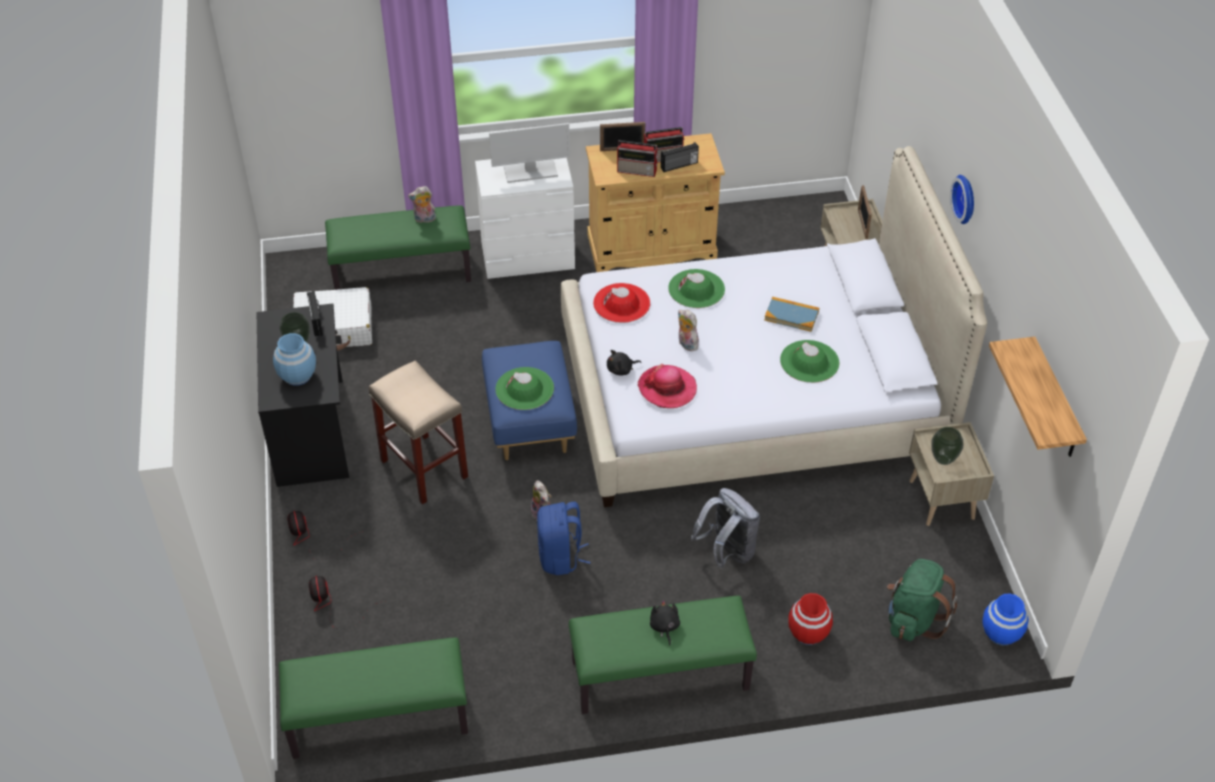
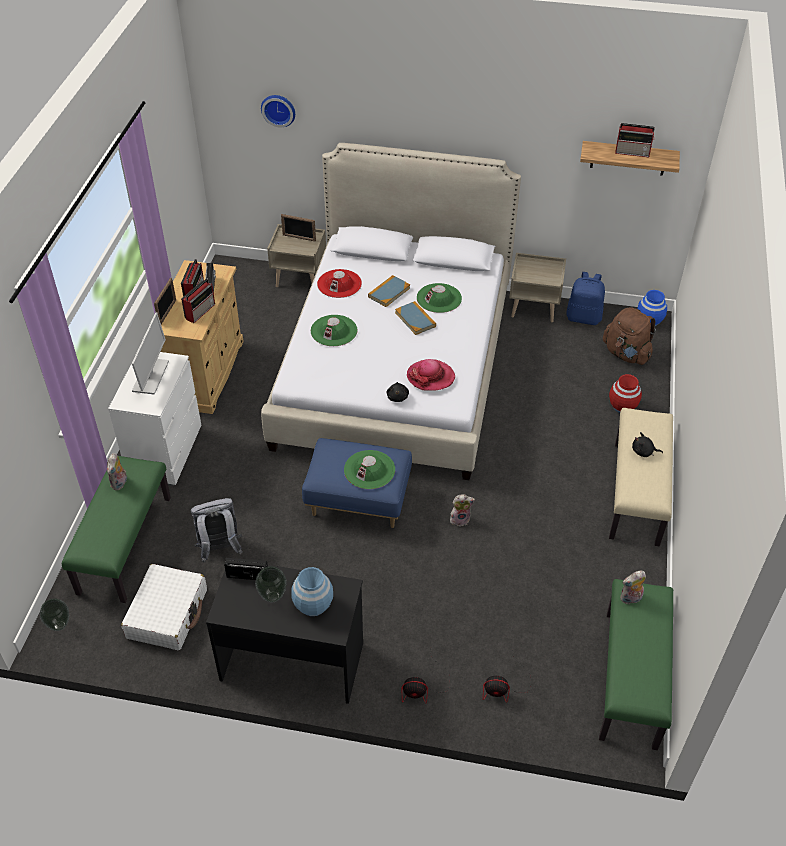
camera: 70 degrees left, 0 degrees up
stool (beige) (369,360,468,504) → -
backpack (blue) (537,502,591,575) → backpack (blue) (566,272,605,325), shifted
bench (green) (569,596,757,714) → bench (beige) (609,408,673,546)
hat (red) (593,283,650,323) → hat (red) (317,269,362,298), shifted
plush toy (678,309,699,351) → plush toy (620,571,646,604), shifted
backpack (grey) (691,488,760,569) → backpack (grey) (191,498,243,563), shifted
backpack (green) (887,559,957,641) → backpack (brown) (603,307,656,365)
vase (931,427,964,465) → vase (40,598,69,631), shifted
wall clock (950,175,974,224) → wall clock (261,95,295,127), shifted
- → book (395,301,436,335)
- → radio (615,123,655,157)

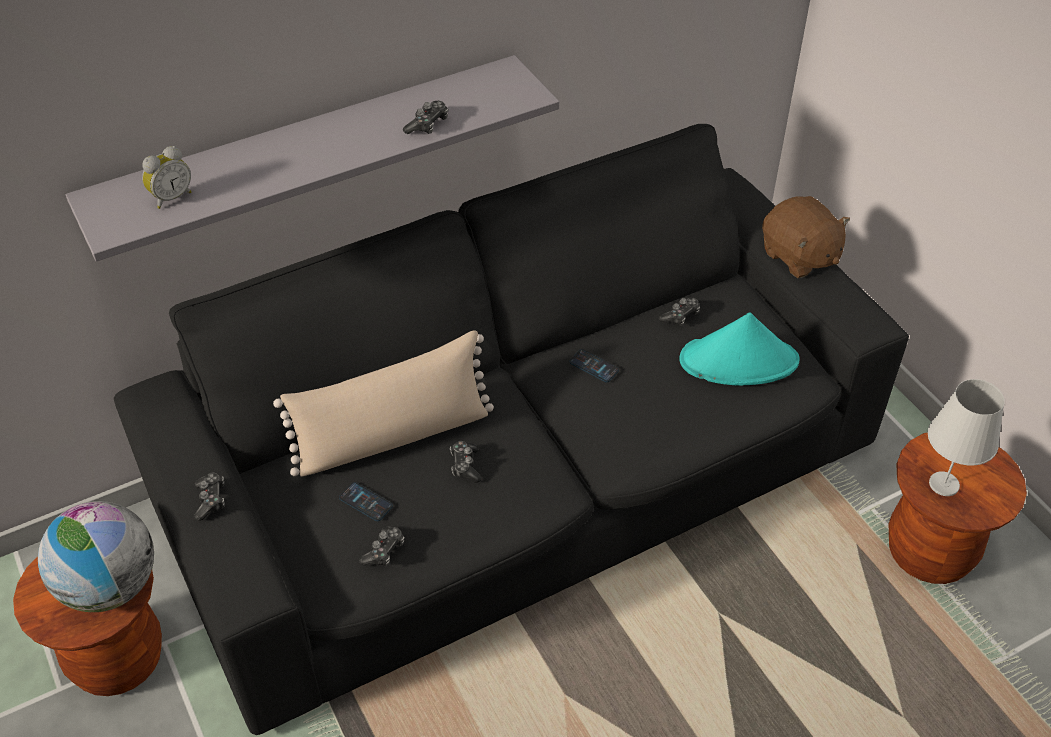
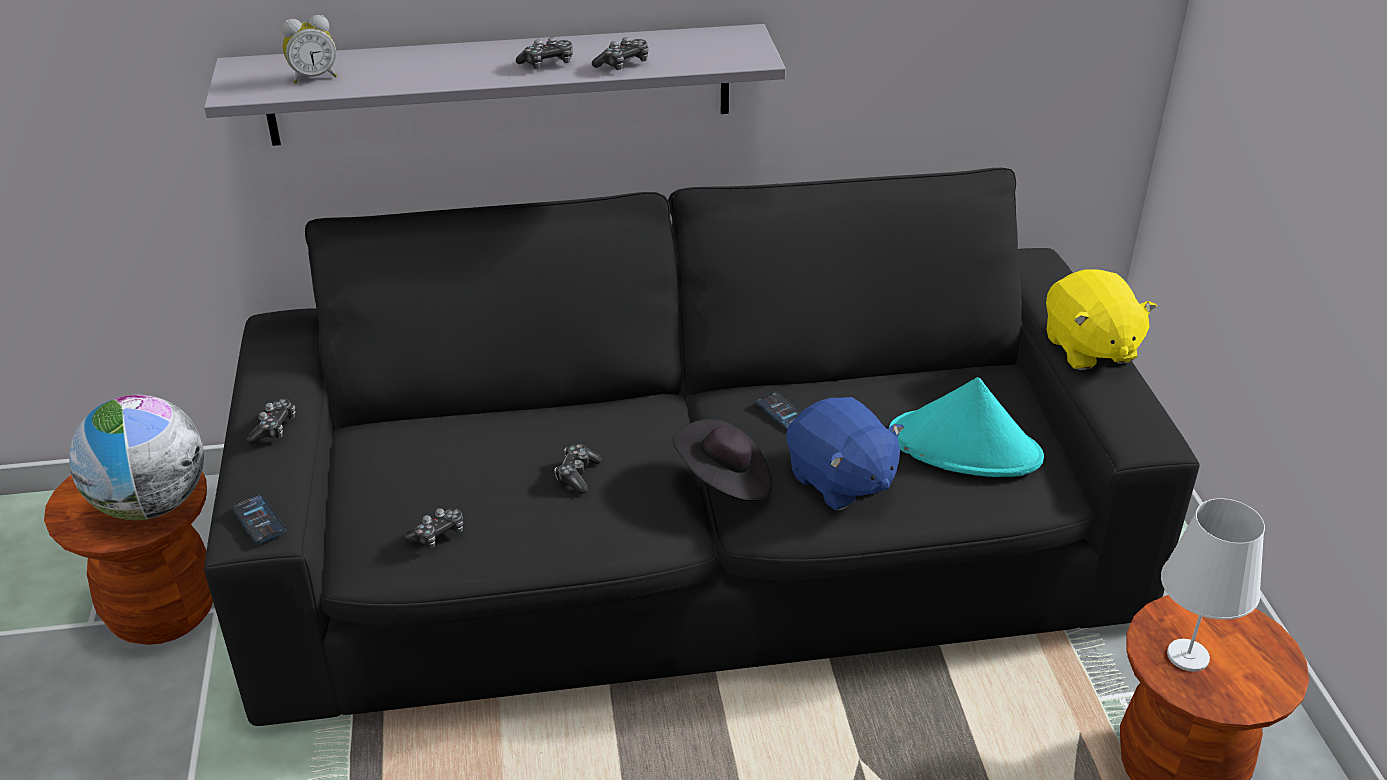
camera: 20 degrees right, 10 degrees down
pillow (beige) (273,330,494,477) → -
phone (339,482,393,521) → phone (232,494,286,544), shifted
game controller (659,297,700,326) → game controller (516,37,573,69), shifted
plush toy (brown) (762,196,850,278) → plush toy (yellow) (1046,270,1157,370)
- → hat (black) (673,419,772,501)
- → plush toy (blue) (786,397,904,510)

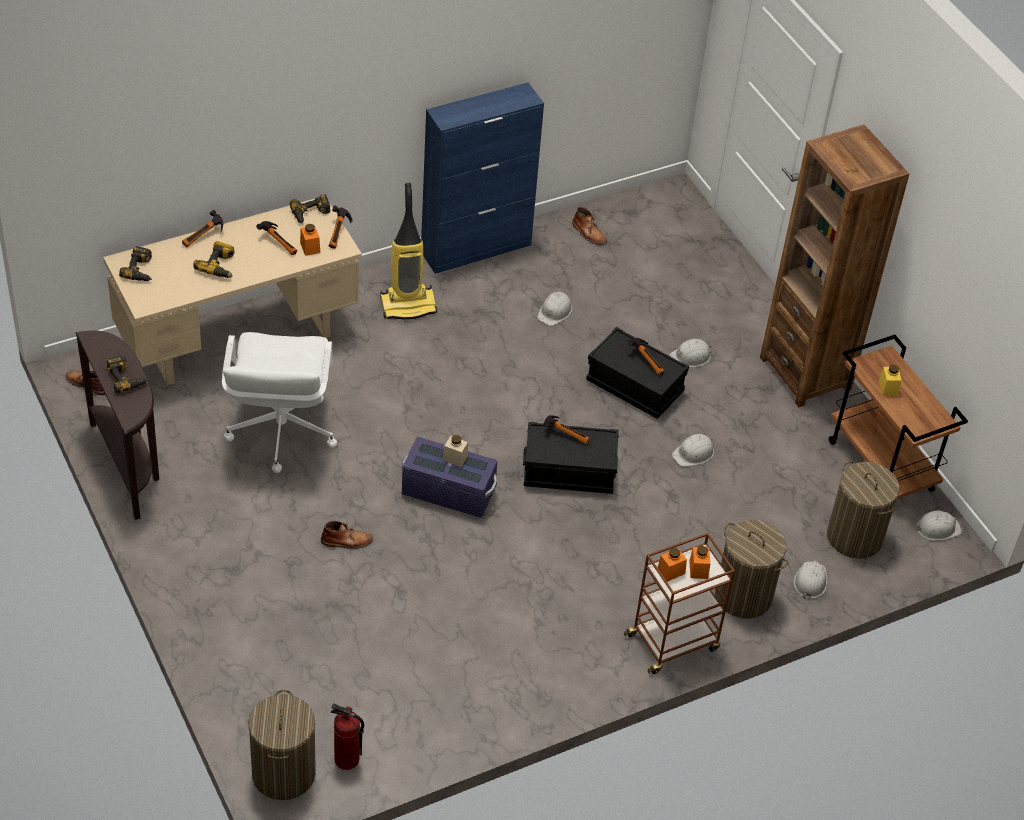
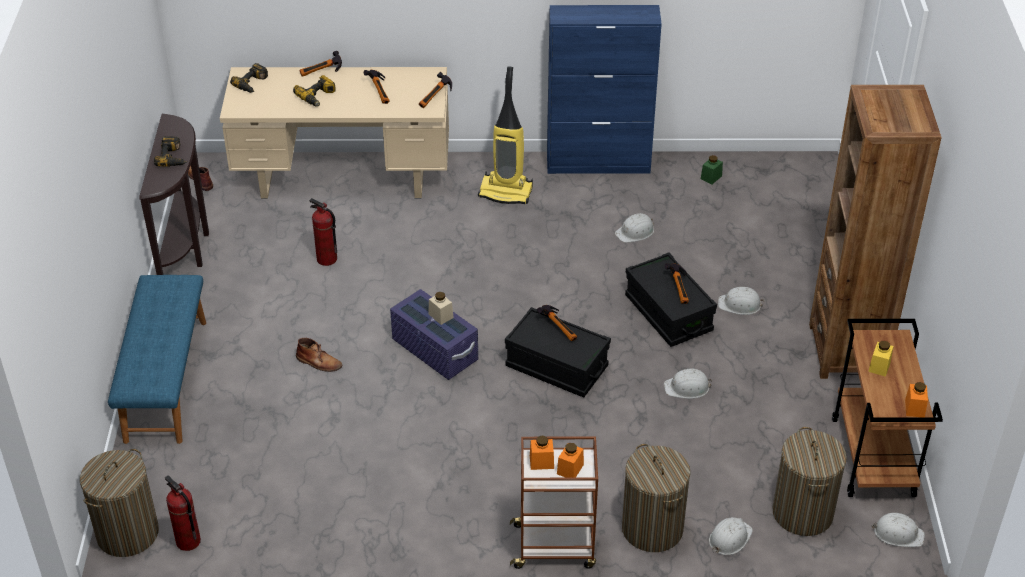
camera: 30 degrees right, 5 degrees down
office chair (white) (222,332,337,473) → fire extinguisher (310,198,337,266)
power drill (290,194,330,224) → -
jar (orange) (300,224,320,256) → jar (orange) (905,382,928,417), shifted
boot (brown) (572,207,607,245) → jar (green) (701,155,723,184)
- → bench (blue) (108,275,206,444)

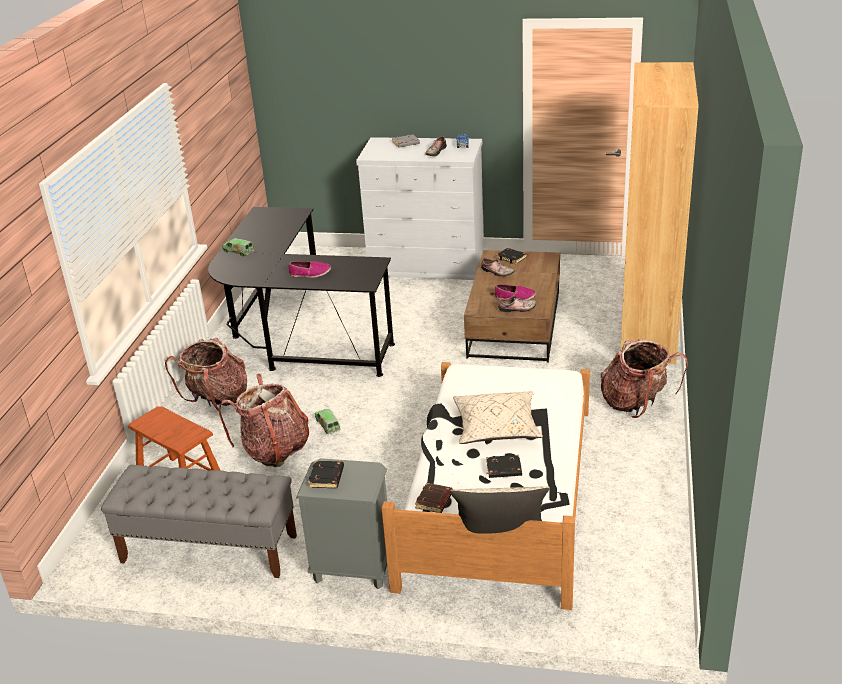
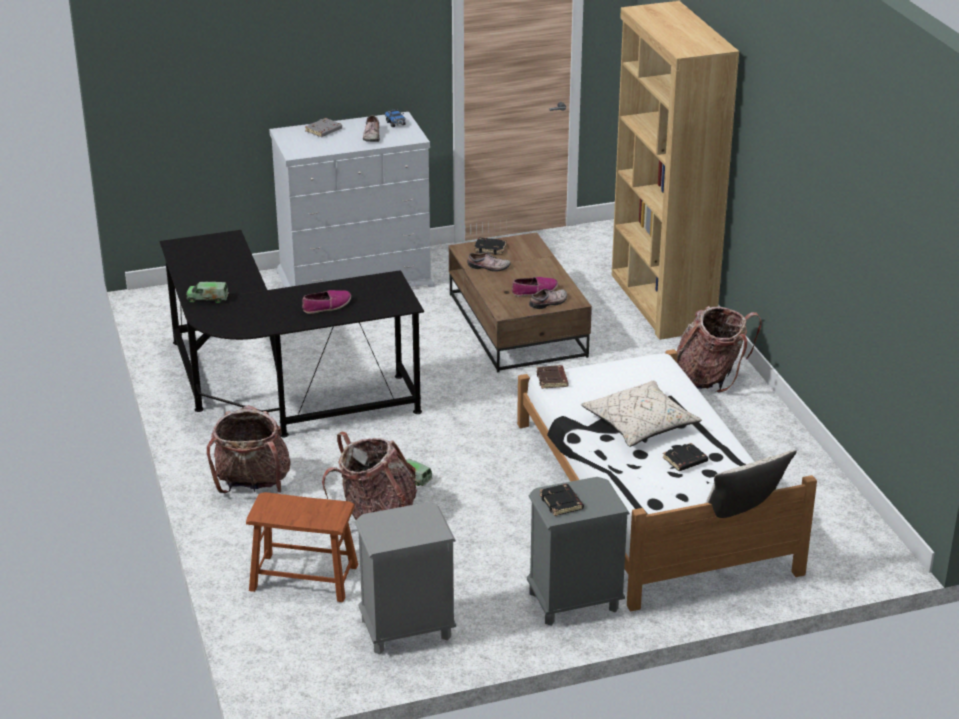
camera: 30 degrees left, 0 degrees up
bench (grey) (101,465,297,578) → nightstand (grey) (355,502,456,654)
book (brown) (415,483,453,513) → book (brown) (536,365,568,389), shifted

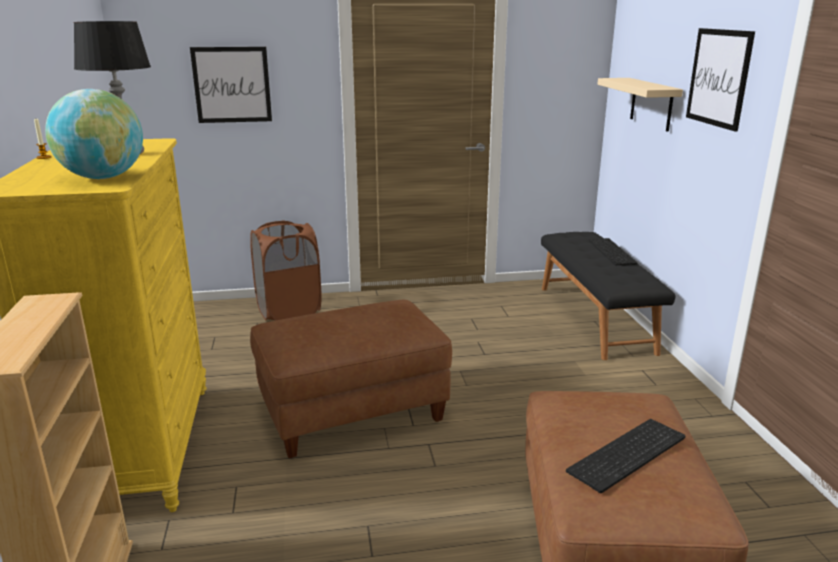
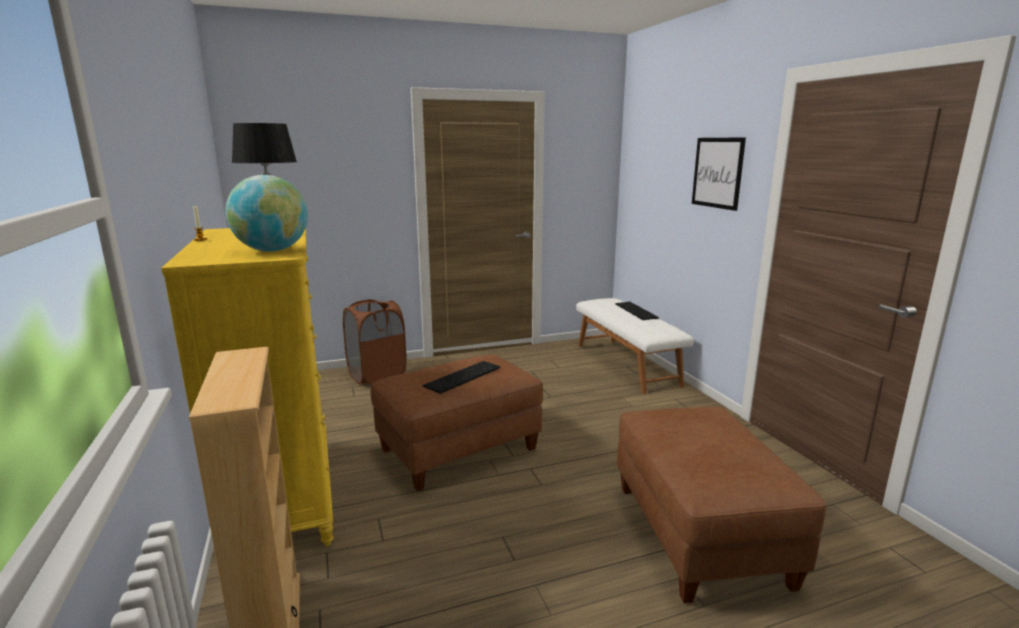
camera: 10 degrees left, 5 degrees down
picture (190,47,272,123) → -
bench (black) (541,232,675,360) → bench (white) (576,298,694,394)
keyboard (566,419,685,493) → keyboard (423,361,500,394), shifted
shelf (beige) (597,78,683,132) → -

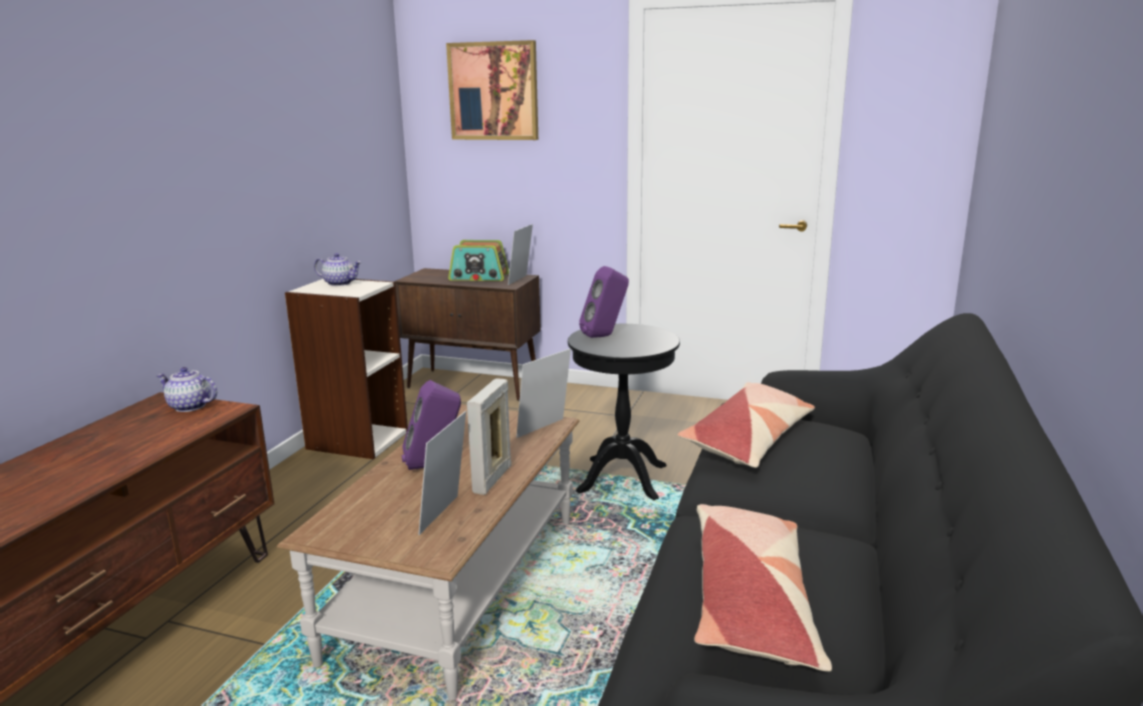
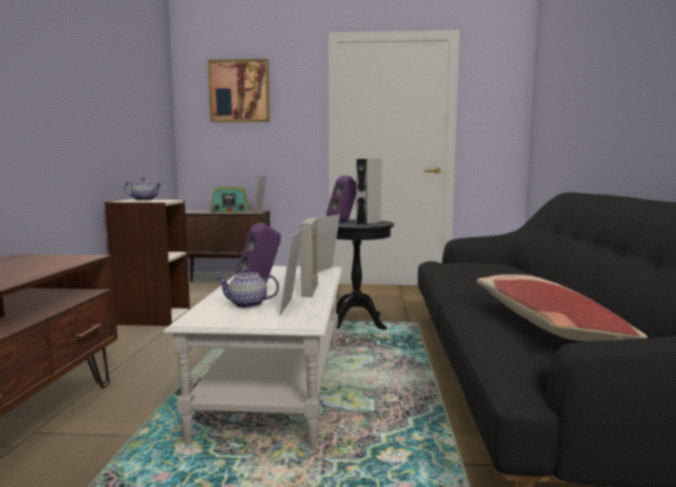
camera: 15 degrees left, 10 degrees down
teapot (156,367,217,412) → teapot (216,268,279,308), shifted
coffee table (brown) (277,405,580,700) → coffee table (white) (163,266,343,449)
pillow (678,382,815,468) → -
- → speaker (grey) (356,159,382,225)

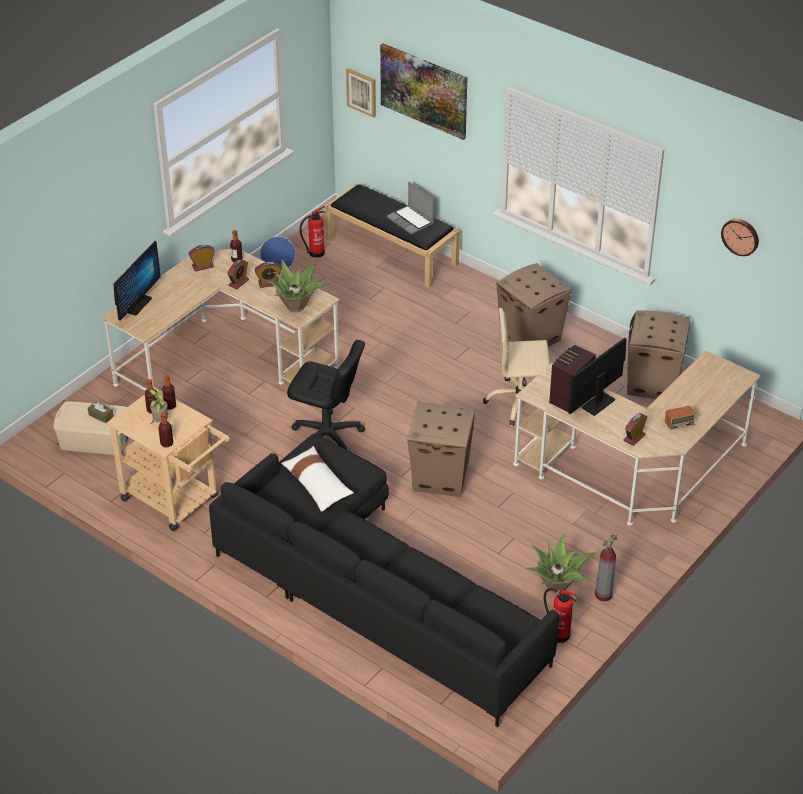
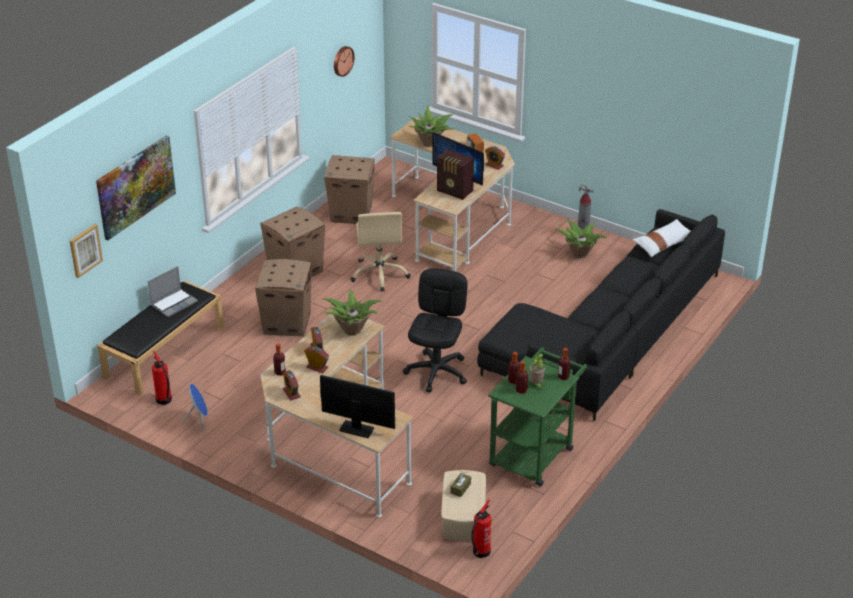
camera: 95 degrees left, 5 degrees down
cart (beige) (106,387,230,531) → cart (green) (488,347,587,487)
pillow (white) (281,446,353,512) → pillow (white) (633,219,691,257), shifted
cardboard box (407,402,475,497) → cardboard box (255,259,312,337), shifted
fire extinguisher (543,588,576,643) → fire extinguisher (471,499,491,558), shifted
- → potted plant (408,106,456,147)

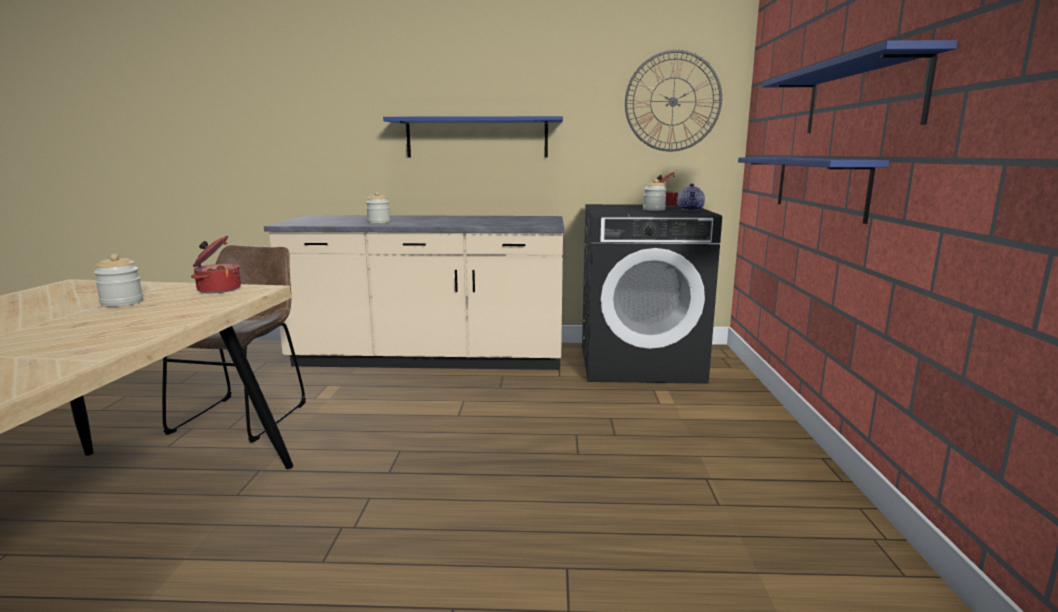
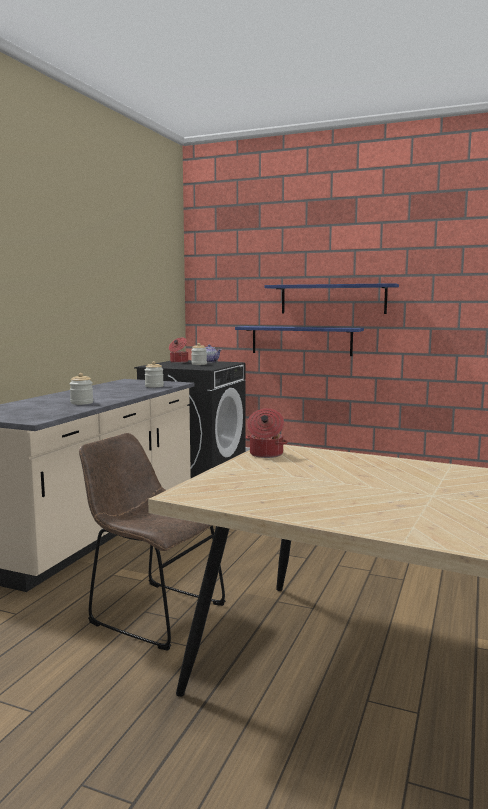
camera: 70 degrees left, 5 degrees down
jar (94,254,143,307) → jar (145,361,164,387), shifted
shelf (blue) (383,116,563,157) → -
wall clock (625,50,722,152) → -

